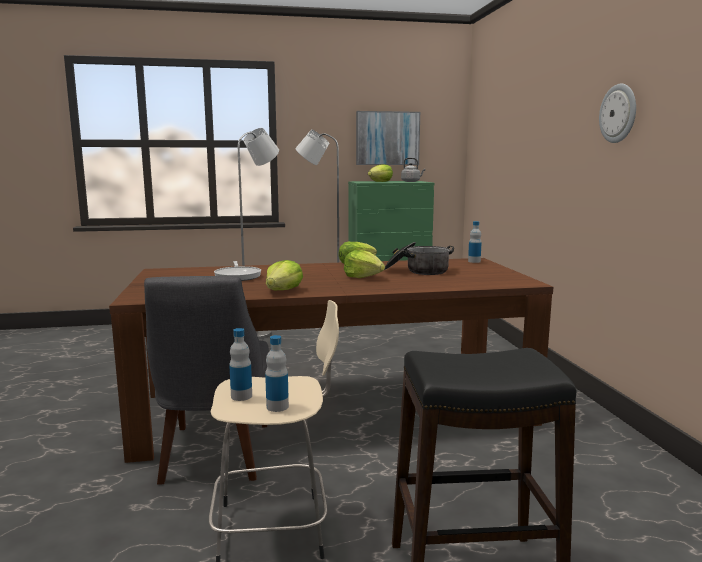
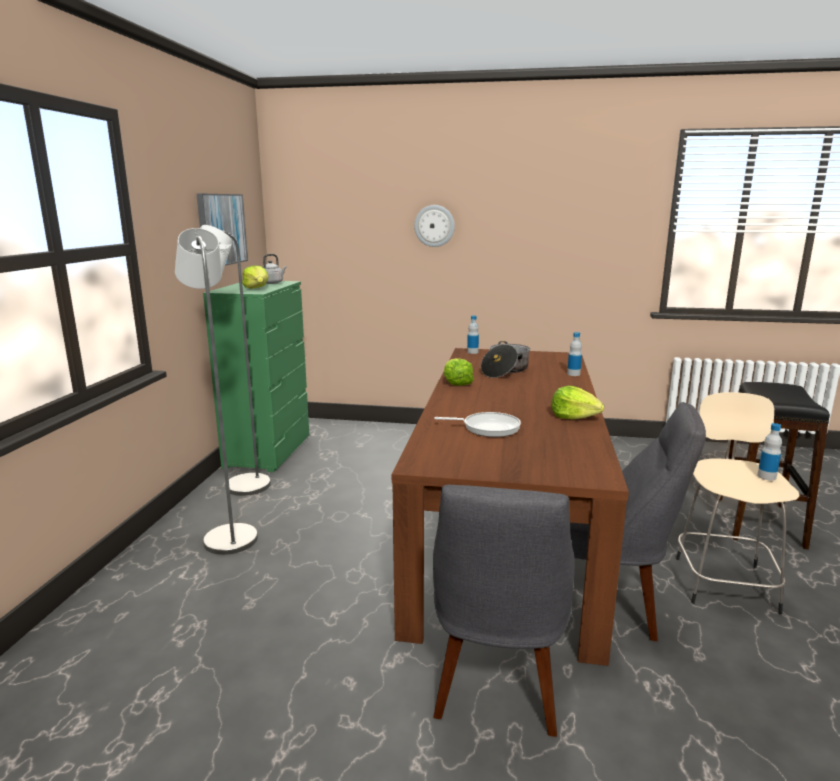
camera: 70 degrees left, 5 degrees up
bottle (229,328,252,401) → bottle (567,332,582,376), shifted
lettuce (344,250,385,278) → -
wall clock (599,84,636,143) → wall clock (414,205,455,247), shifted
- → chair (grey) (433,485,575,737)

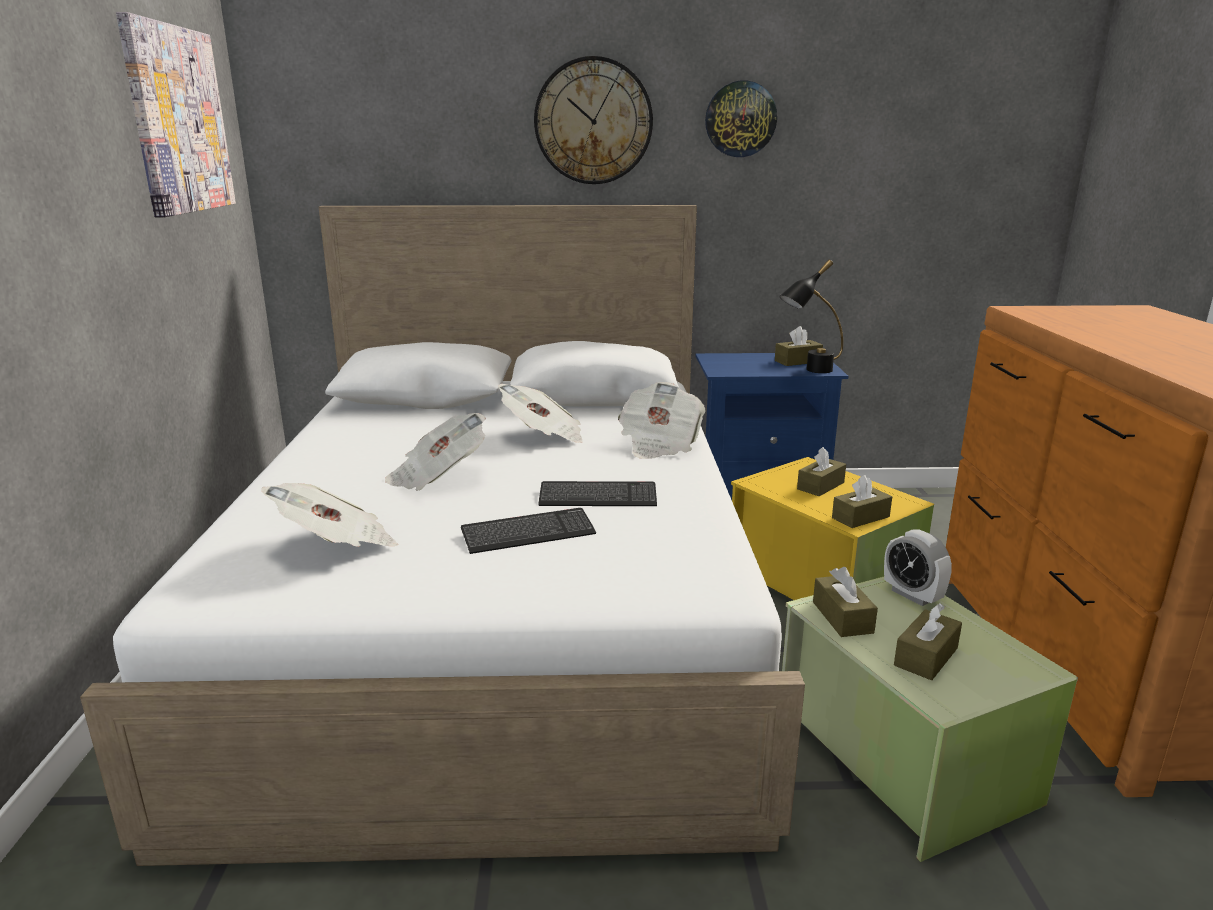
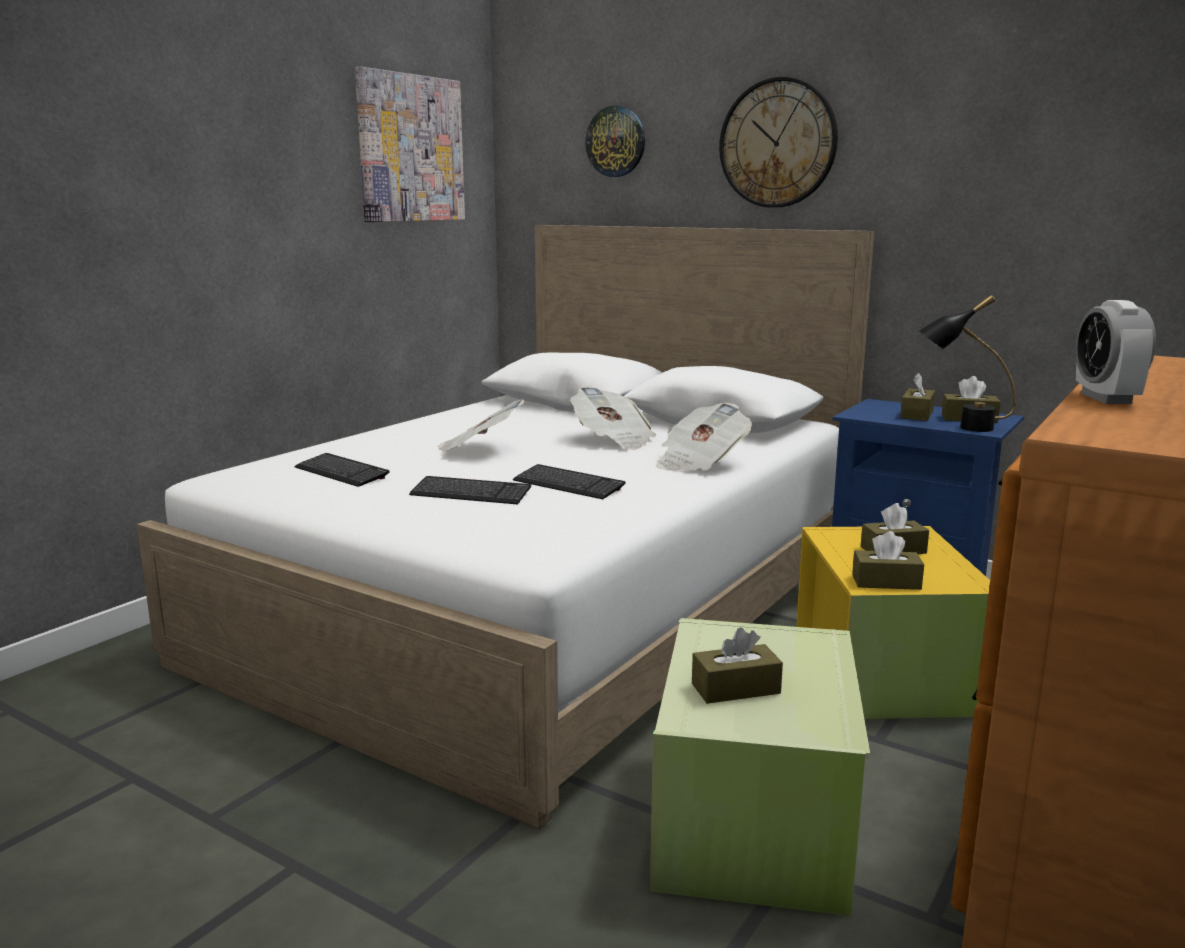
camera: 35 degrees right, 5 degrees down
newspaper (261,483,399,547) → keyboard (294,453,390,487)
wall clock (705,80,777,157) → wall clock (585,106,645,177), shifted
tissue box (brown) (813,567,878,637) → tissue box (brown) (900,373,935,421), shifted
alarm clock (884,529,952,606) → alarm clock (1075,300,1156,404), shifted

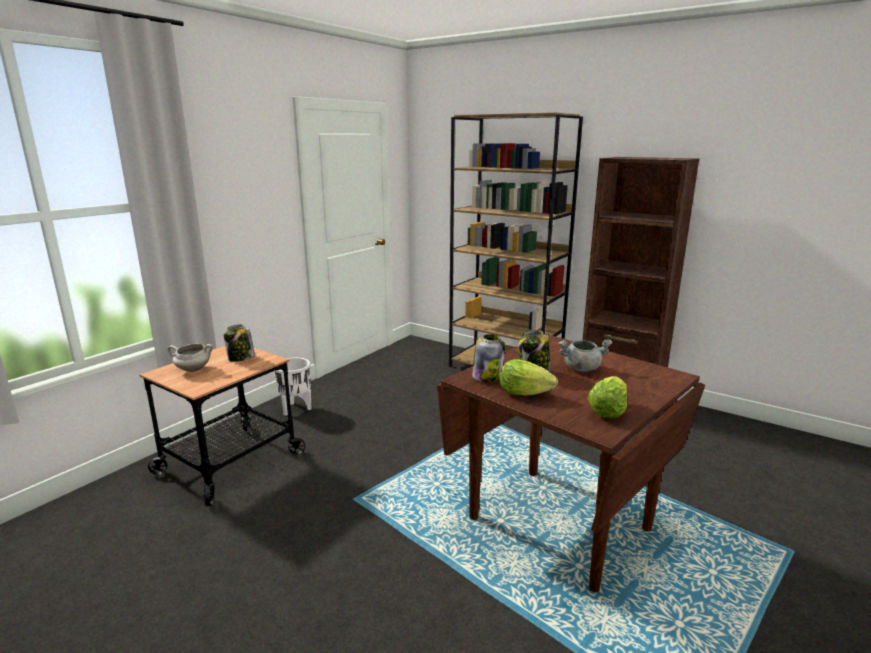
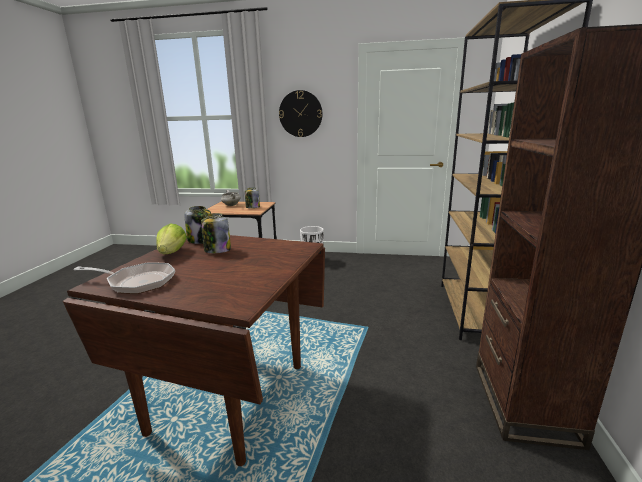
camera: 65 degrees right, 0 degrees up
cooking pot (grey) (558,339,613,372) → -
lettuce (588,377,627,418) → frying pan (73,262,175,294)
- → wall clock (279,90,323,137)

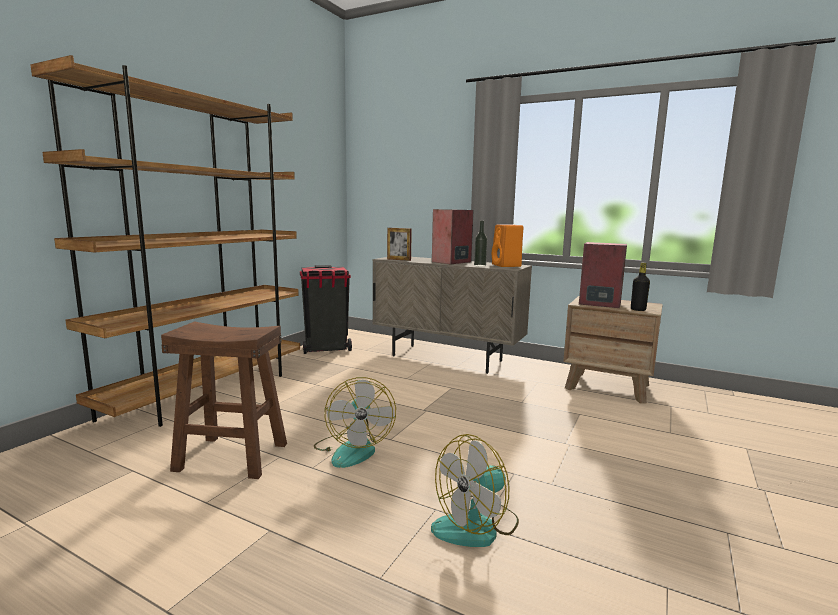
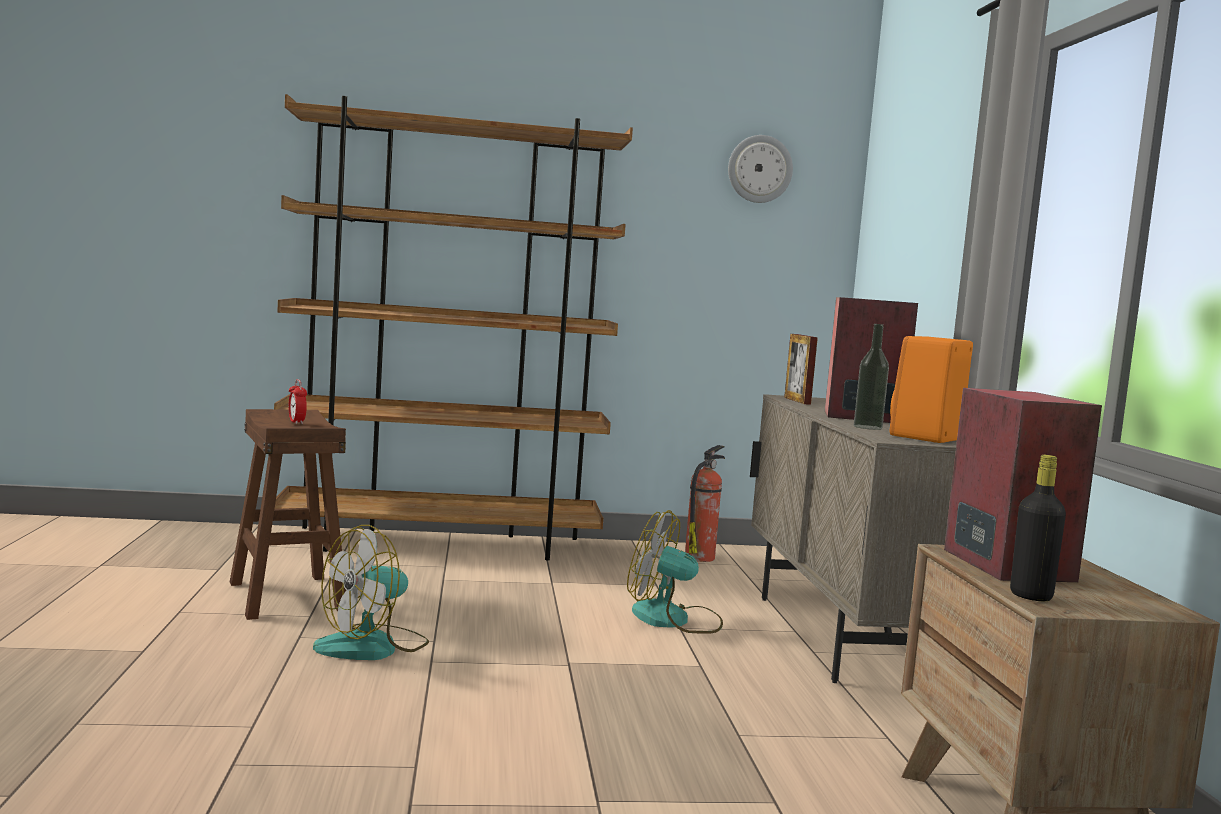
camera: 55 degrees right, 5 degrees down
trash can (black) (300,265,352,354) → fire extinguisher (685,445,725,562)
fan (431,434,519,547) → fan (627,510,723,634), shifted
- → alarm clock (288,379,307,424)
- → wall clock (728,135,793,203)

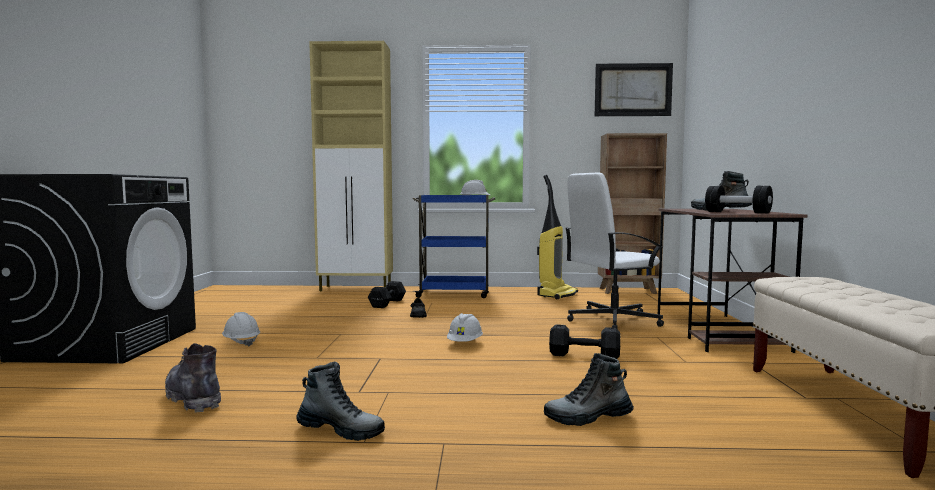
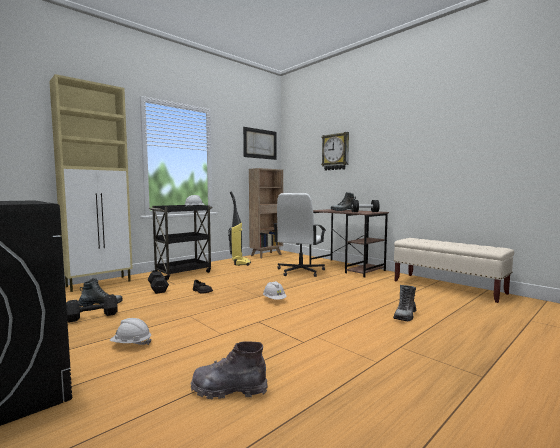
camera: 45 degrees left, 0 degrees up
boot (296,361,385,441) → boot (79,278,123,307), shifted
cart (blue) (412,195,495,298) → cart (black) (149,205,213,281)
dumbbell (black) (549,324,620,359) → dumbbell (black) (66,294,117,323), shifted
- → wall clock (321,132,349,170)

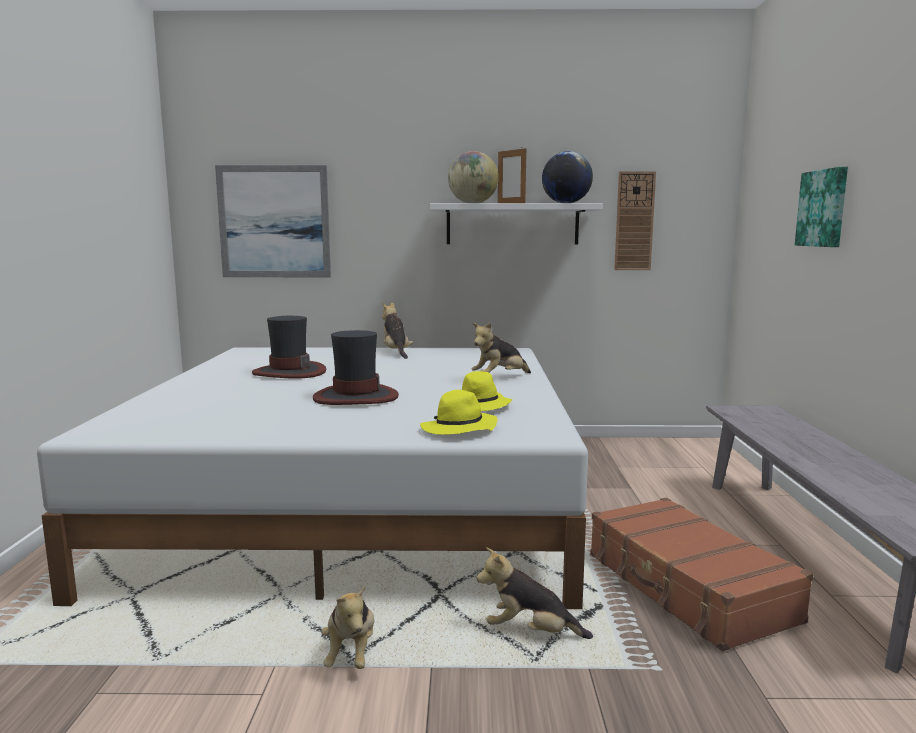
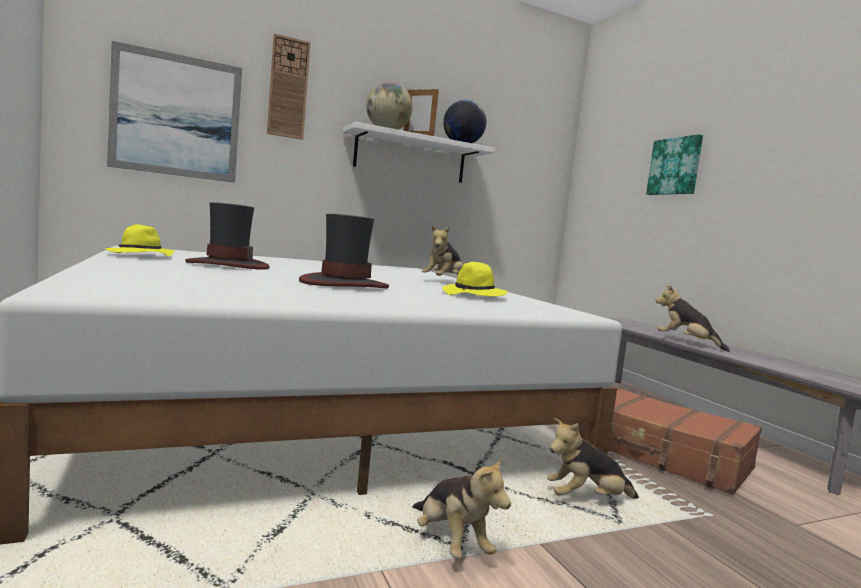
camera: 25 degrees left, 5 degrees down
plush toy (382,302,413,359) → plush toy (656,285,730,352), shifted
hat (yellow) (420,390,497,435) → hat (yellow) (106,224,174,257), shifted
wall clock (614,171,656,270) → wall clock (267,34,311,140), shifted

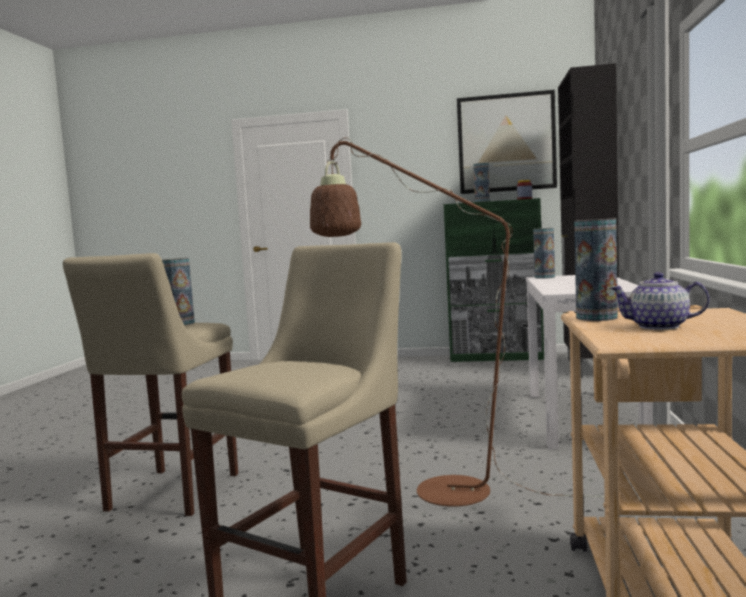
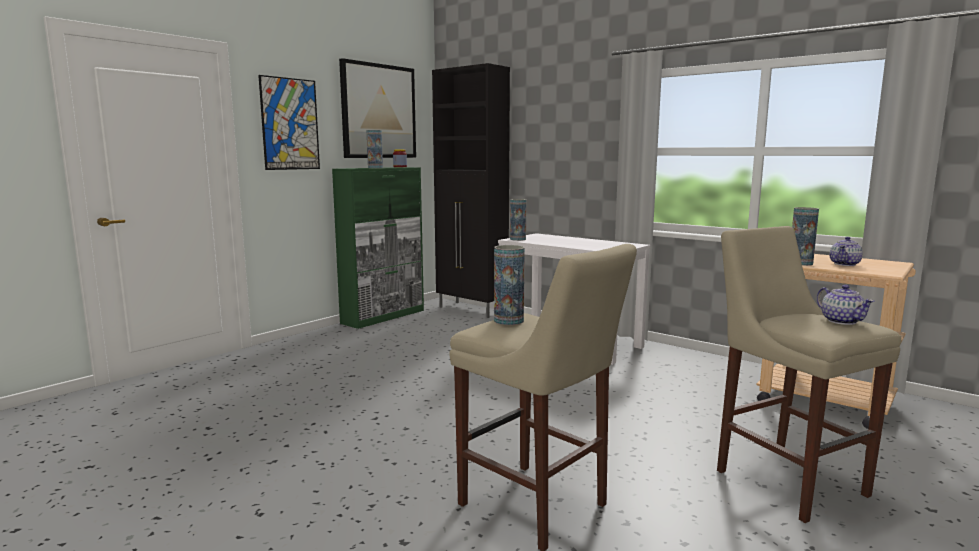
camera: 60 degrees left, 5 degrees up
floor lamp (brown) (310,137,667,507) → -
- → picture (258,75,320,170)
- → teapot (817,285,875,325)

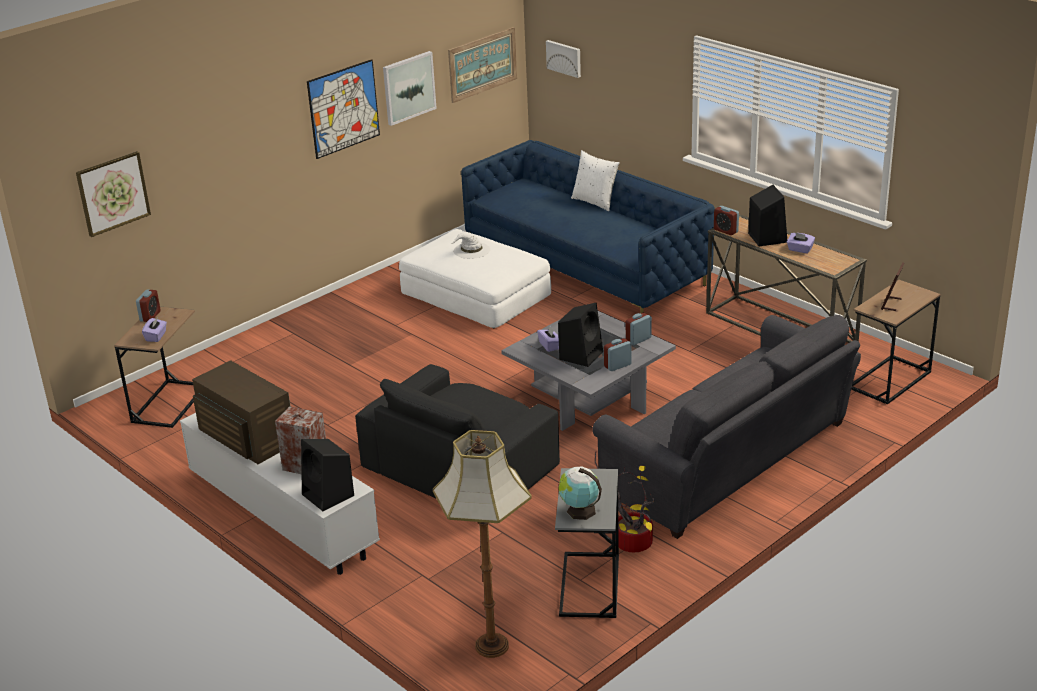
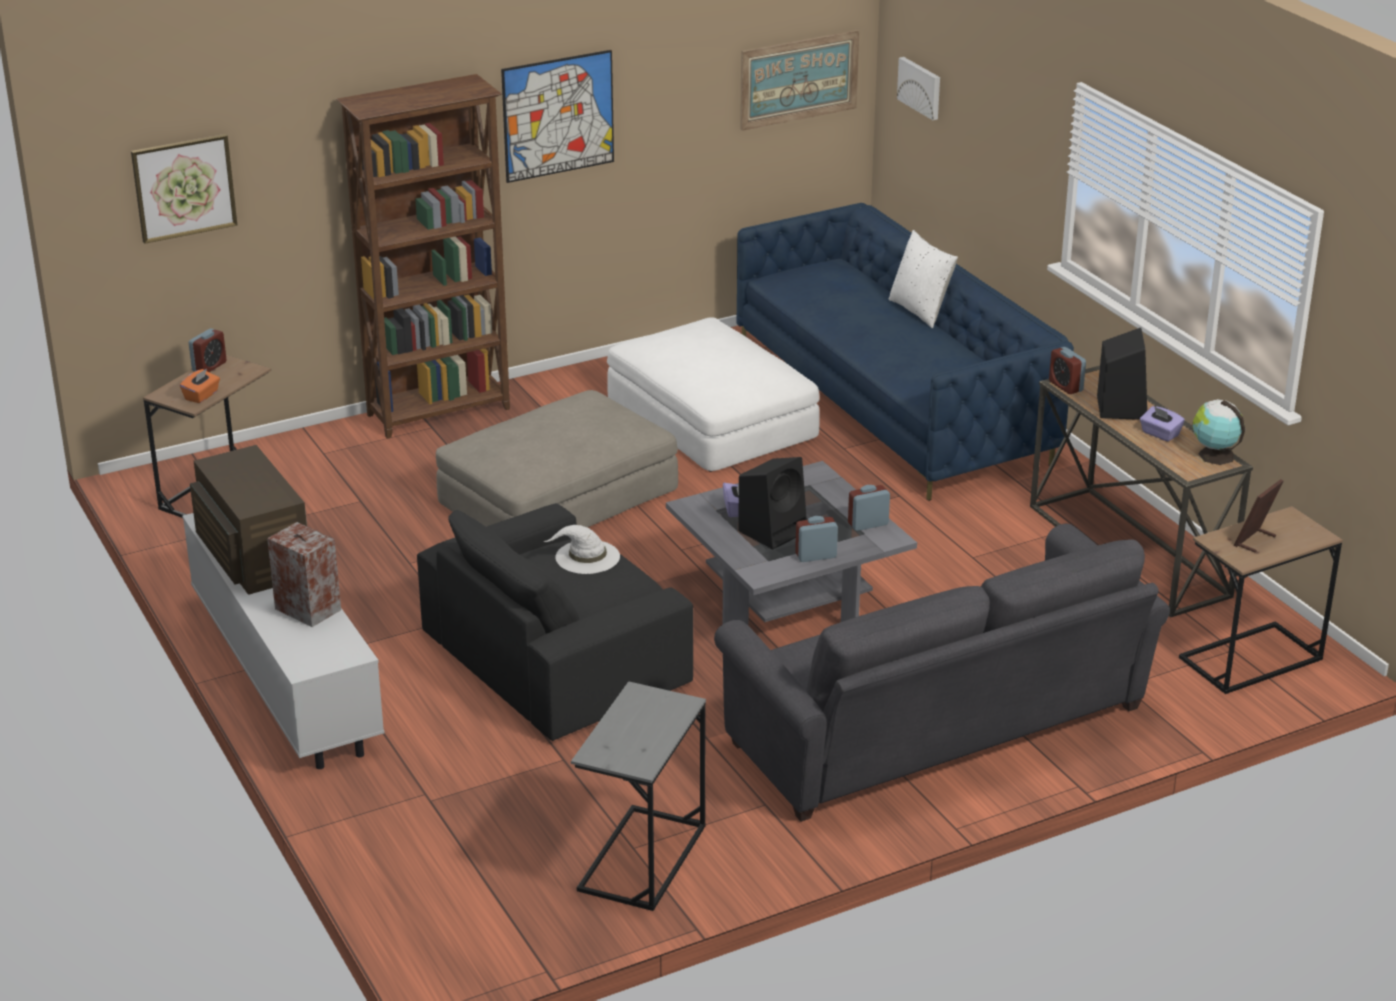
camera: 15 degrees right, 0 degrees up
tissue box (purple) (142,317,167,342) → tissue box (orange) (180,369,220,403)
speaker (black) (301,439,354,511) → -
picture (383,51,437,126) → -
floor lamp (433,430,532,658) → -
hat (white) (450,232,490,259) → hat (white) (543,525,620,574), shifted
globe (559,467,602,520) → globe (1192,399,1245,465), shifted
potted plant (595,451,654,552) → -
- → bookcase (brown) (336,74,510,439)
- → ottoman (beige) (436,390,678,527)

